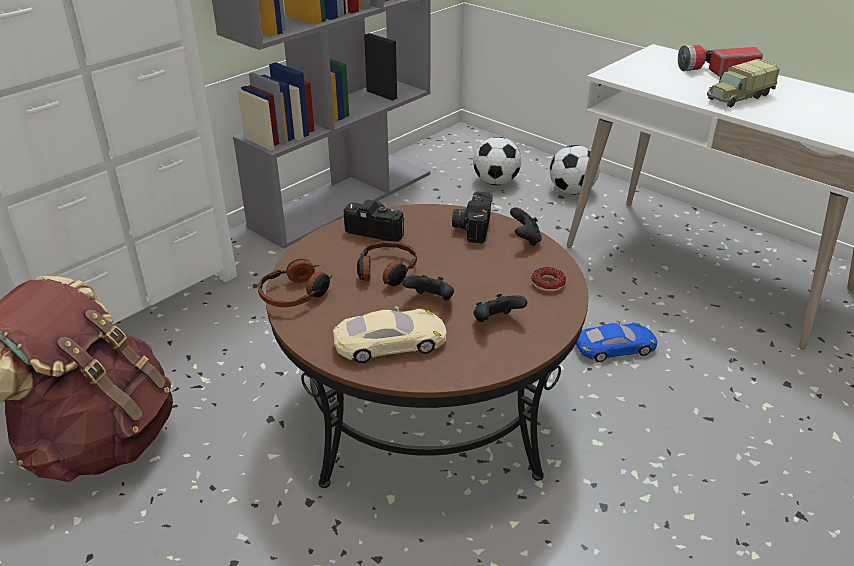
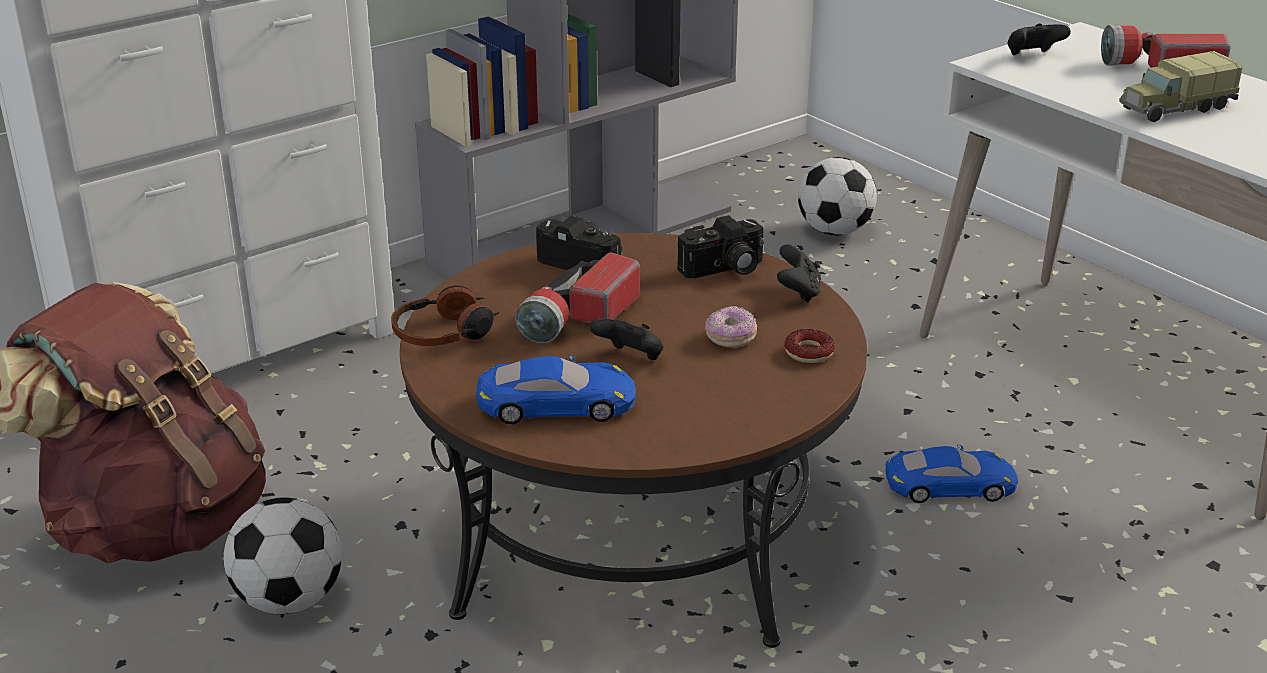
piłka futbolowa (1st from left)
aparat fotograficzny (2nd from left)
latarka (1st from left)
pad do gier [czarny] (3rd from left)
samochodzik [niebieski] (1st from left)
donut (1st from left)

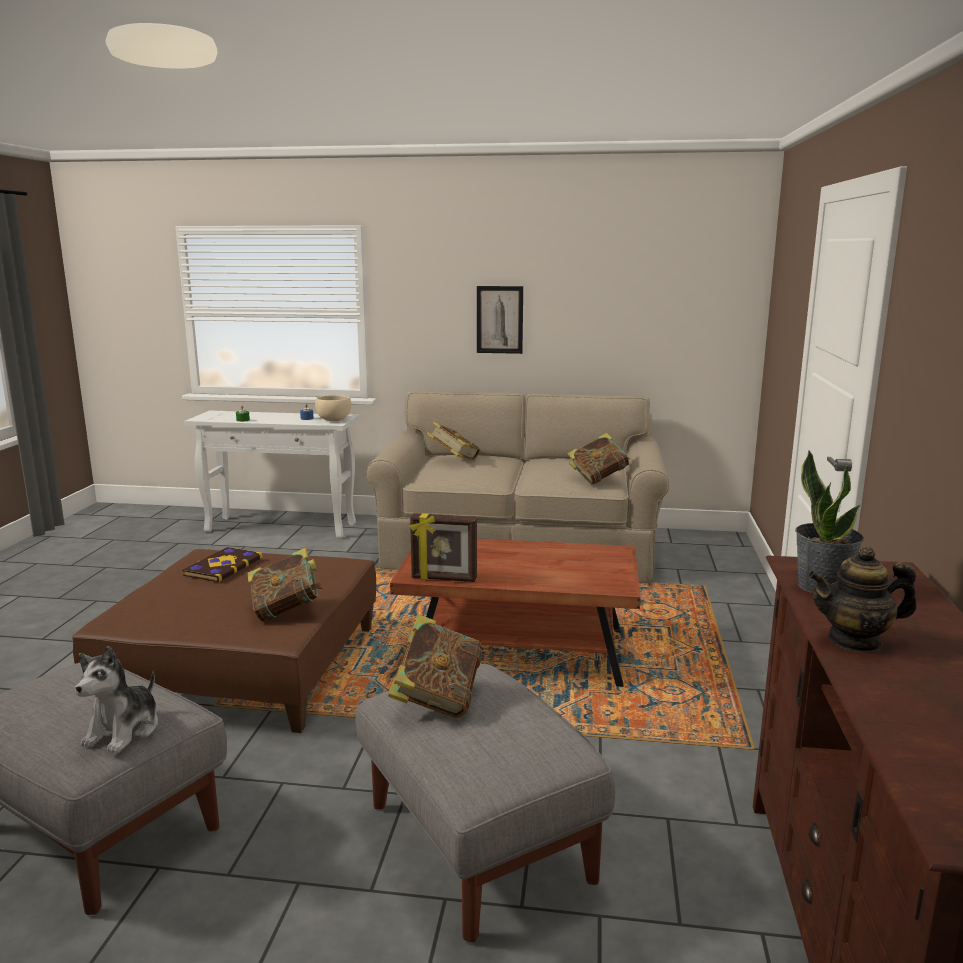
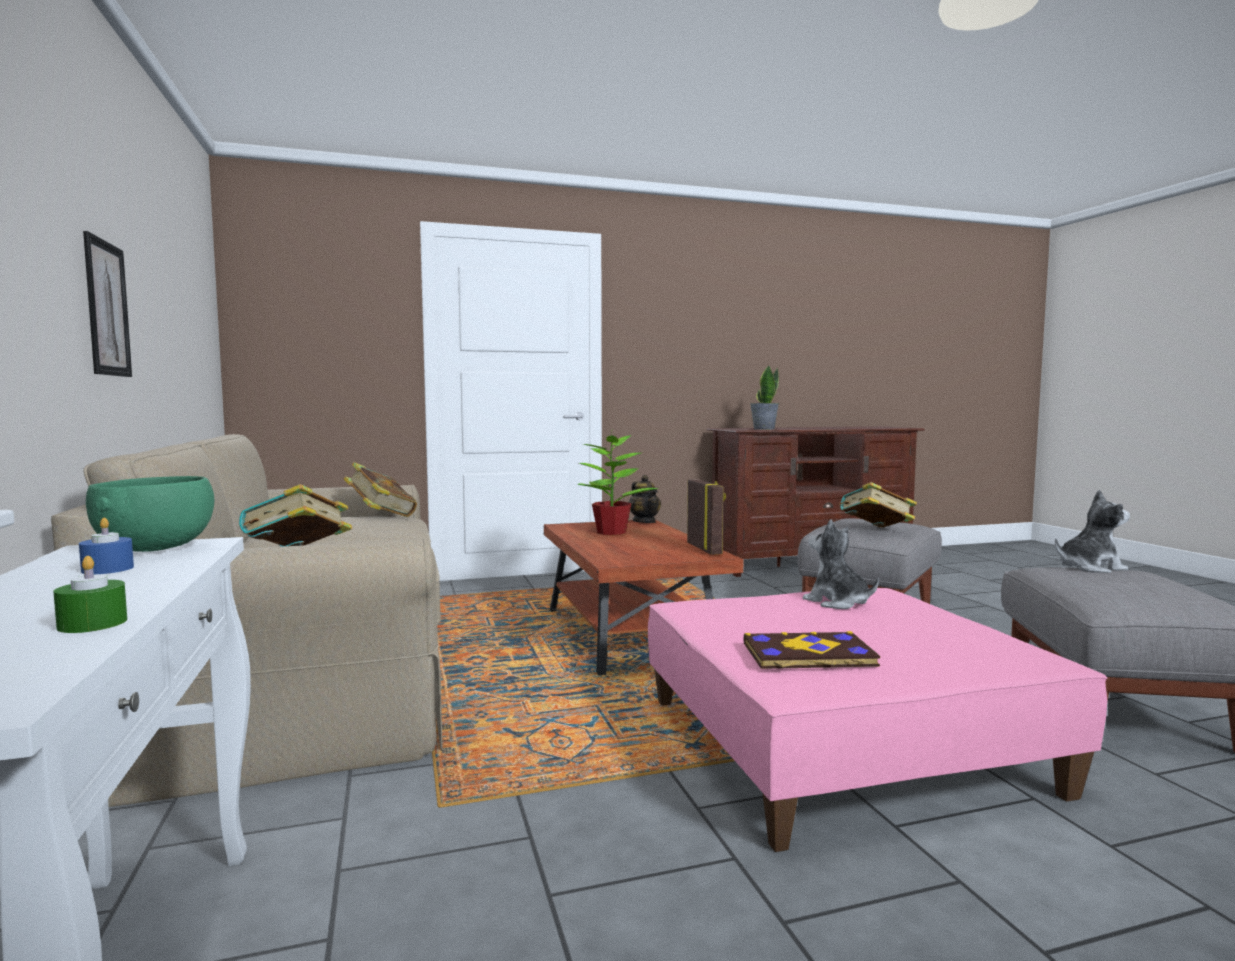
miska [zielony]
imbryk
pluszak (1st from left)
pufa [różowy]
roślina doniczkowa (1st from left)

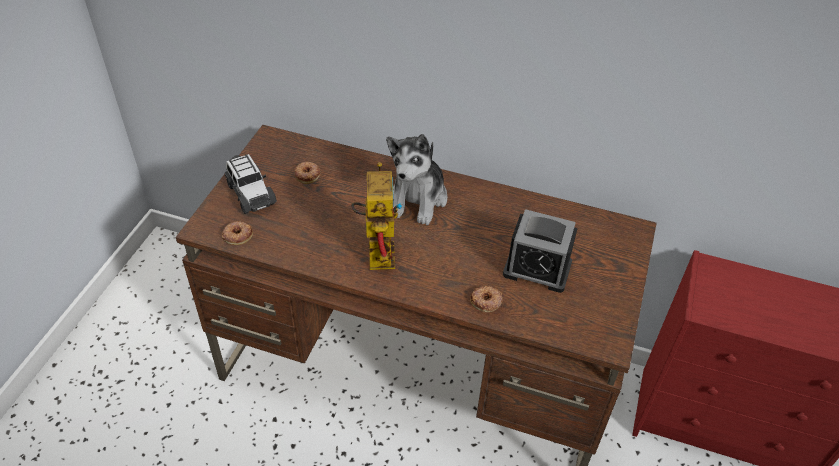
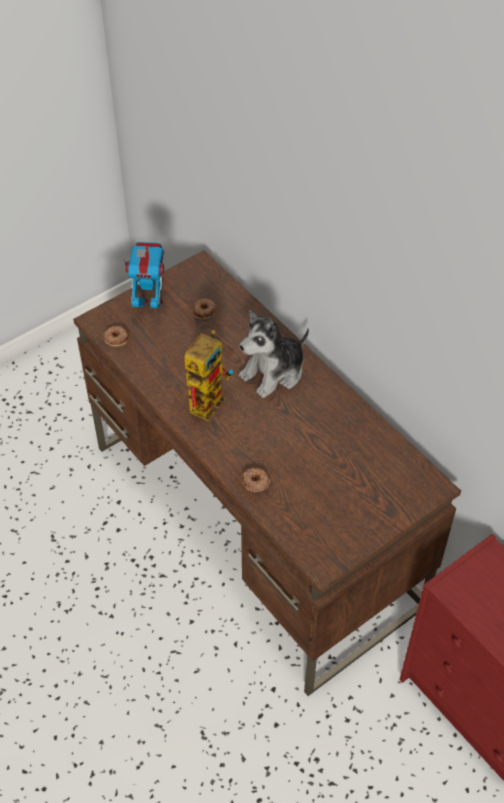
robot zabawkowy (1st from left)
budzik

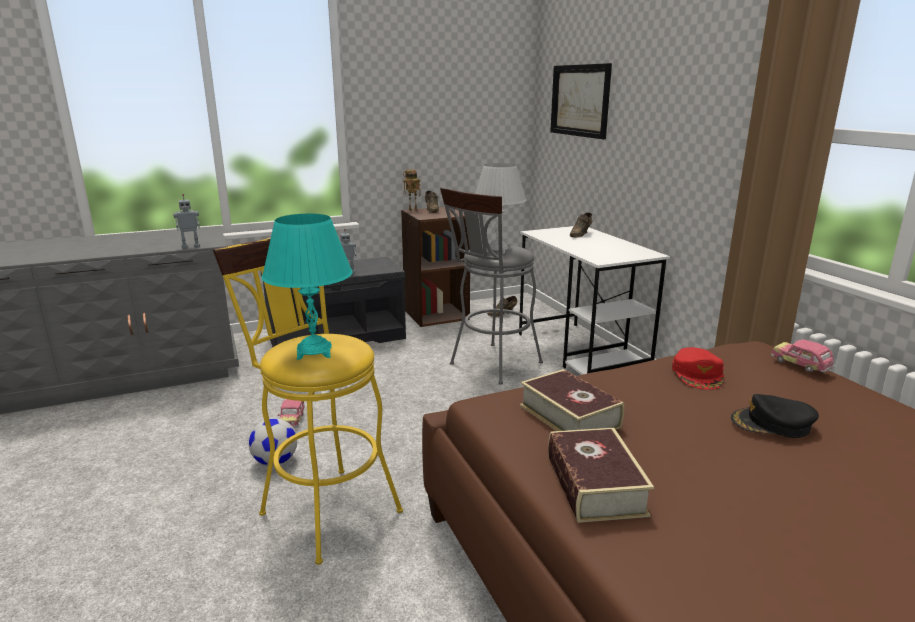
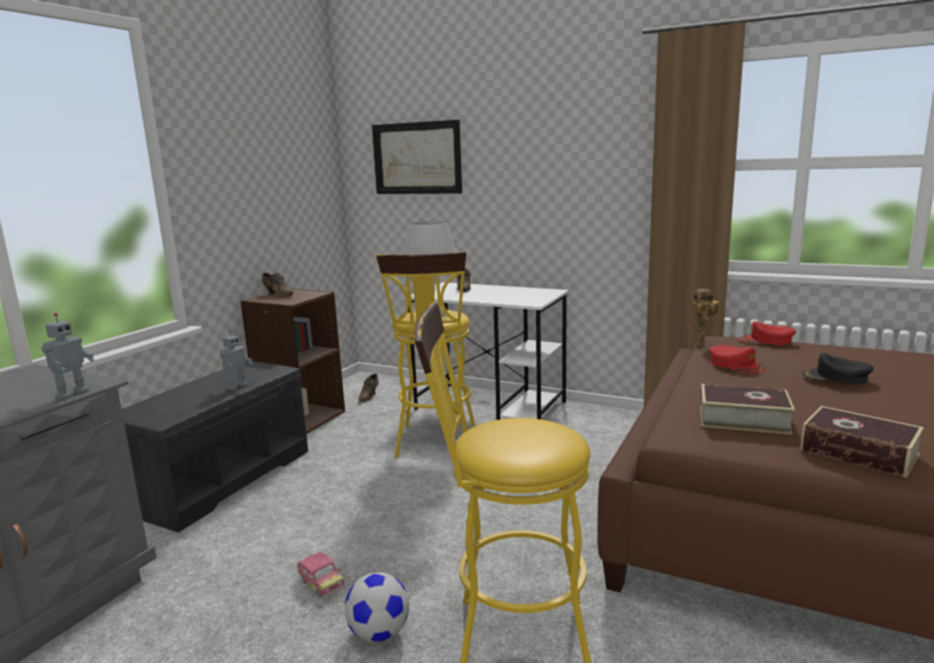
robot zabawkowy (3rd from left)
stołek [żółty] (1st from left)
lampa stołowa [turkusowy]
czapka z daszkiem [czerwony] (2nd from left)
czapka z daszkiem [czarny]

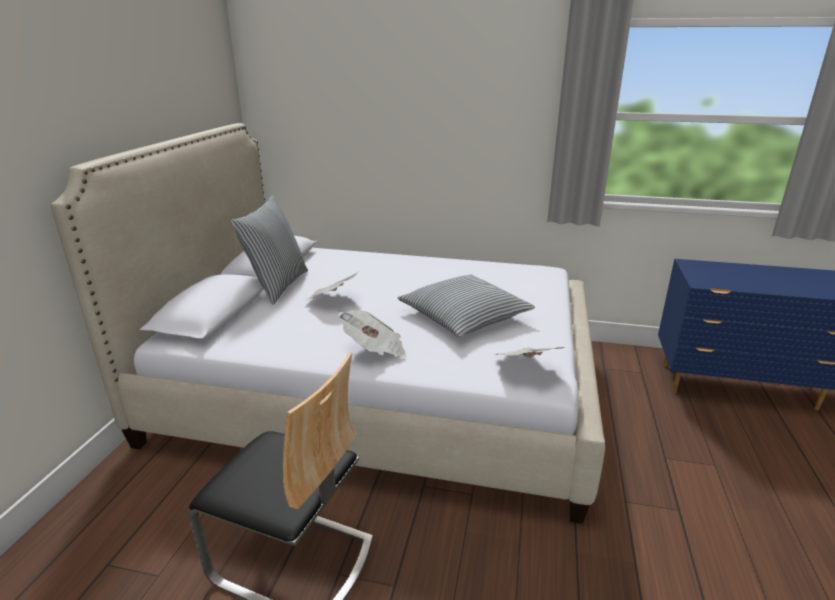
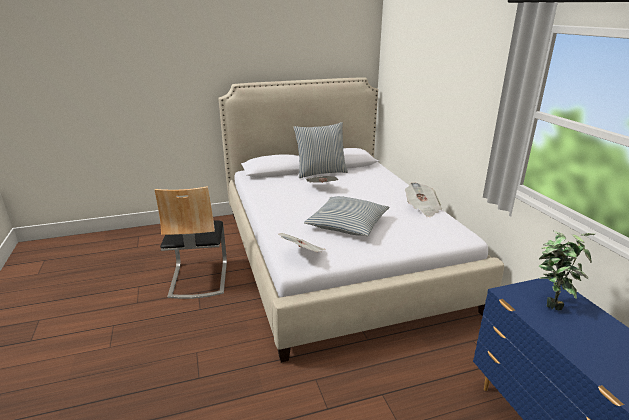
gazeta (3rd from left)
roślina doniczkowa

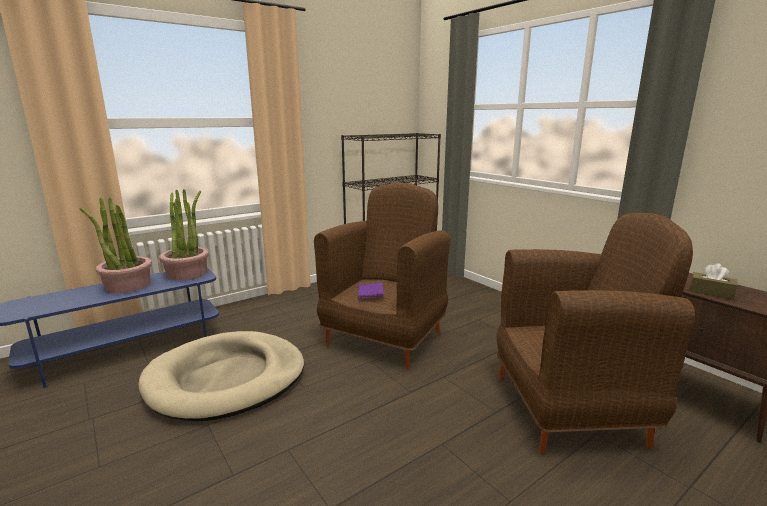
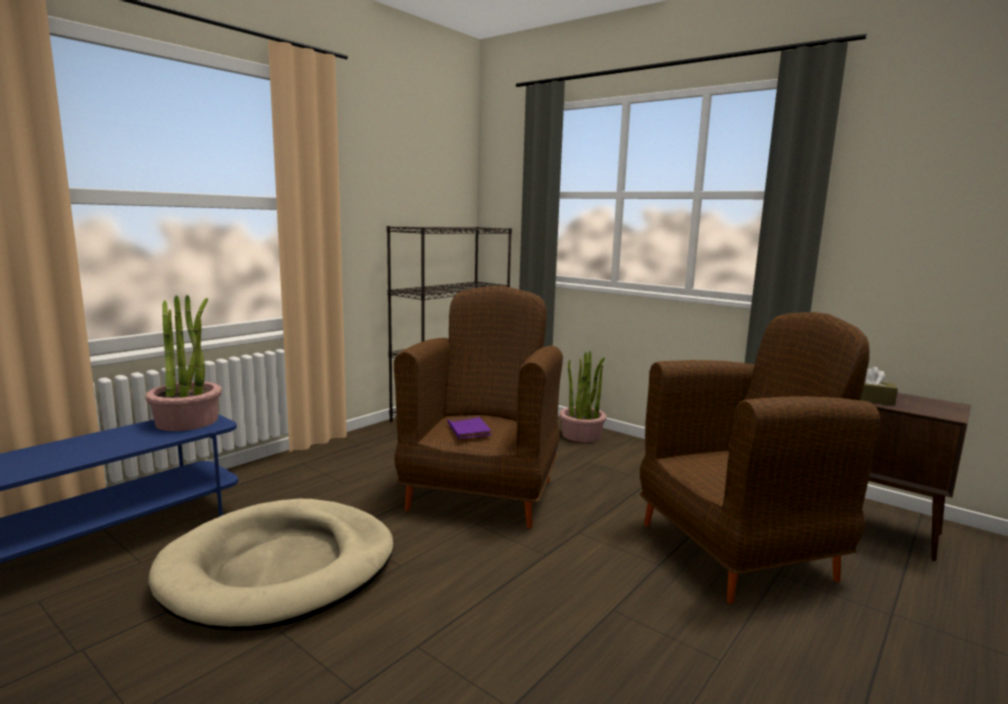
roślina doniczkowa (2nd from left)

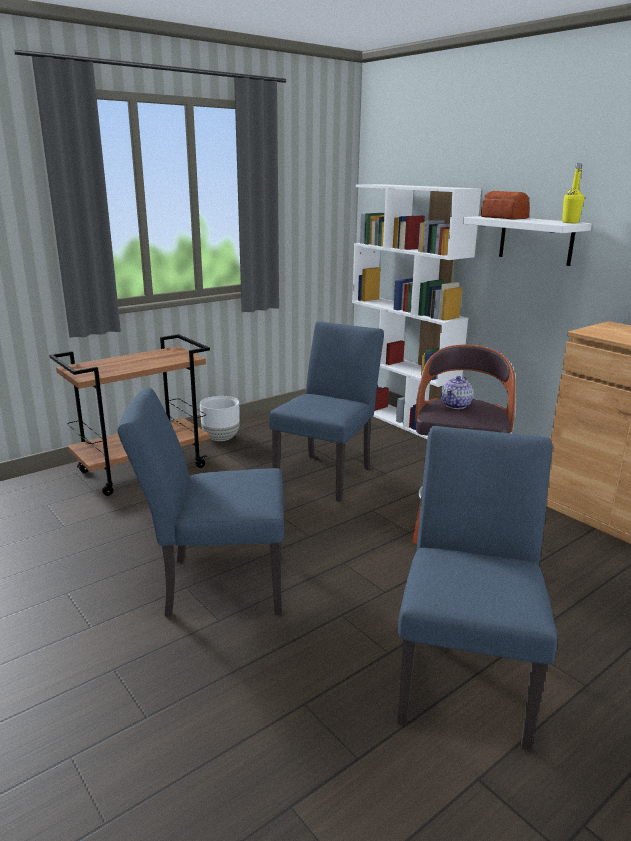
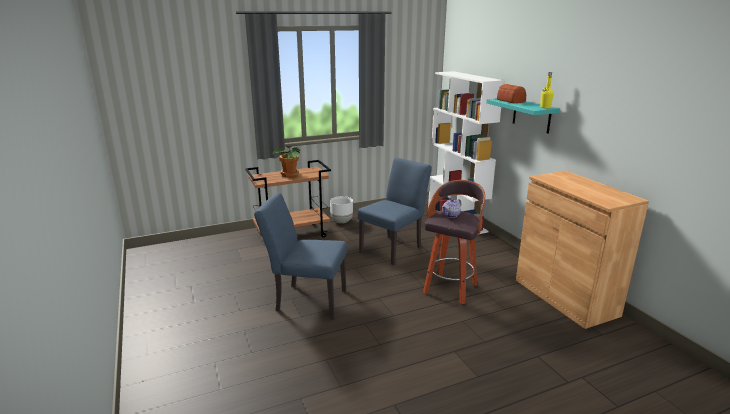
półka [turkusowy]
krzesło [niebieski] (3rd from left in the first image)
roślina doniczkowa

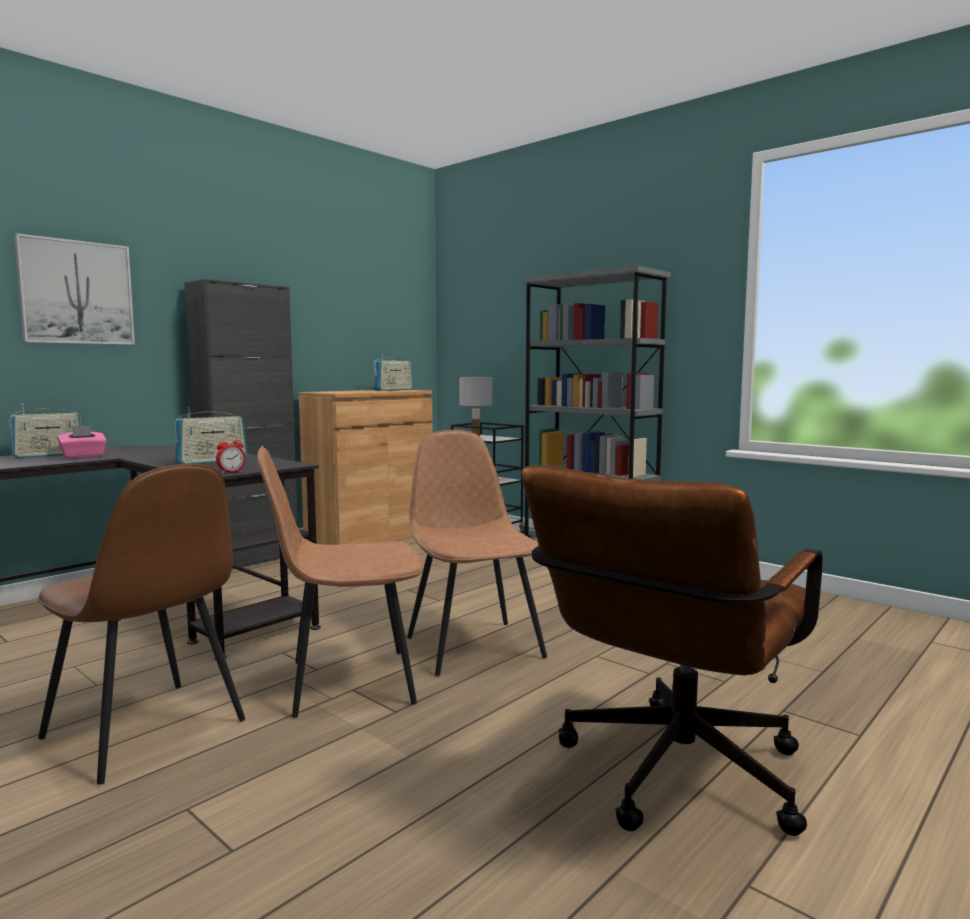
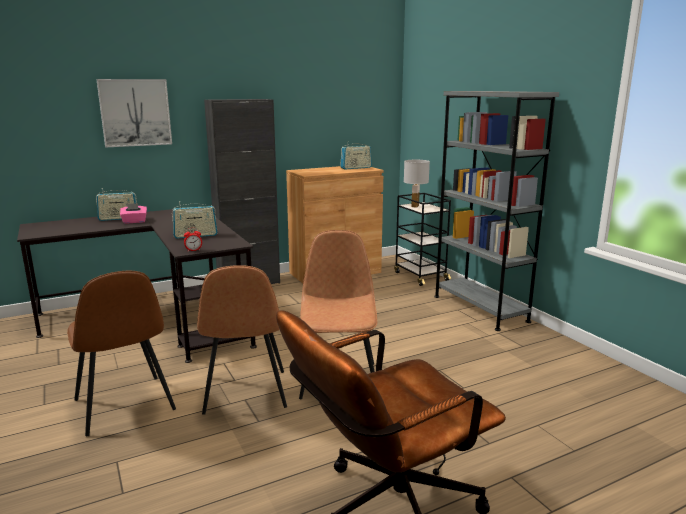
krzesło [brązowy] (2nd from left)

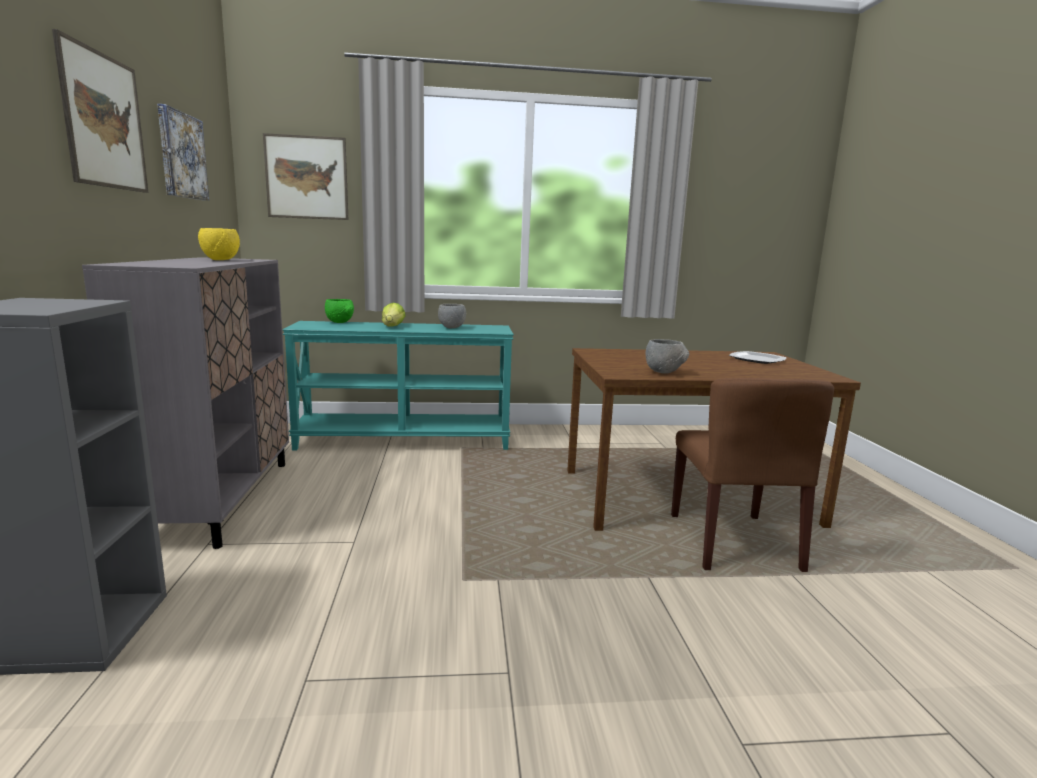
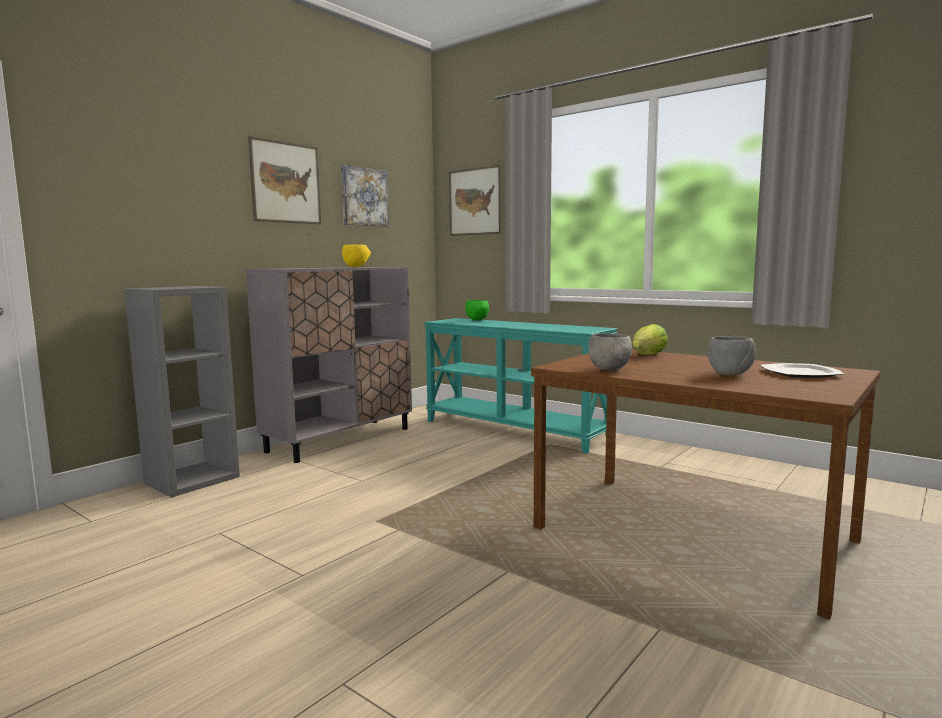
sałata
miska [szary] (2nd from left)
krzesło [brązowy]

